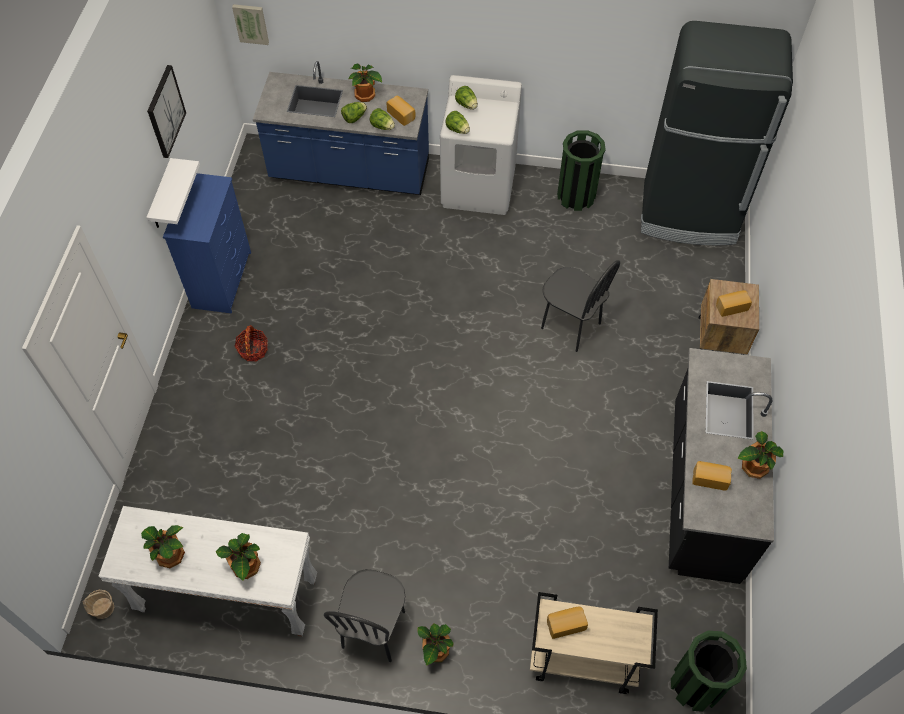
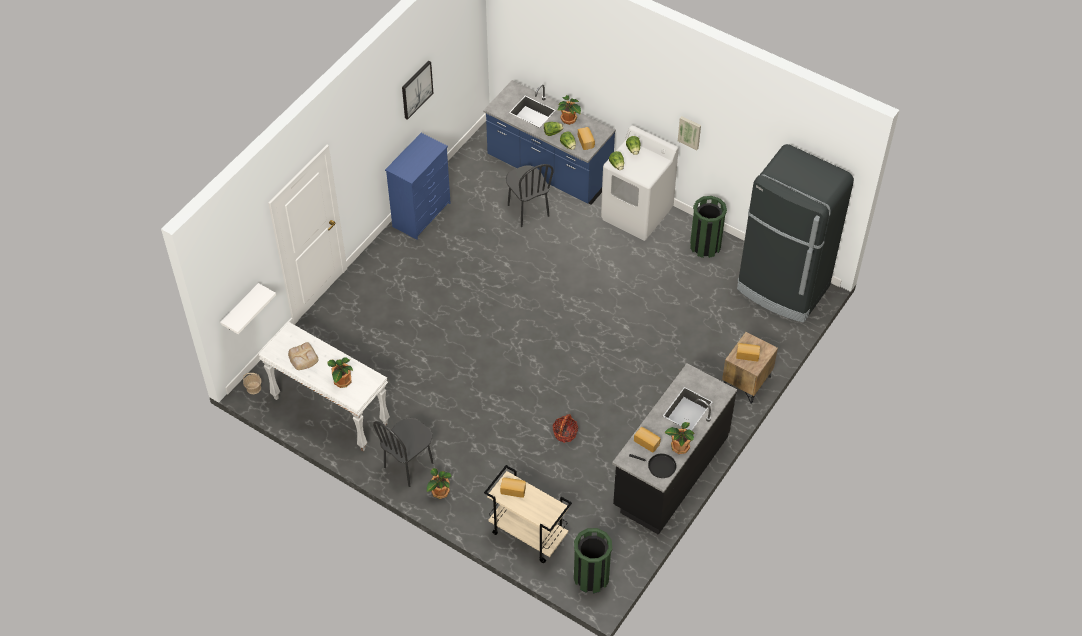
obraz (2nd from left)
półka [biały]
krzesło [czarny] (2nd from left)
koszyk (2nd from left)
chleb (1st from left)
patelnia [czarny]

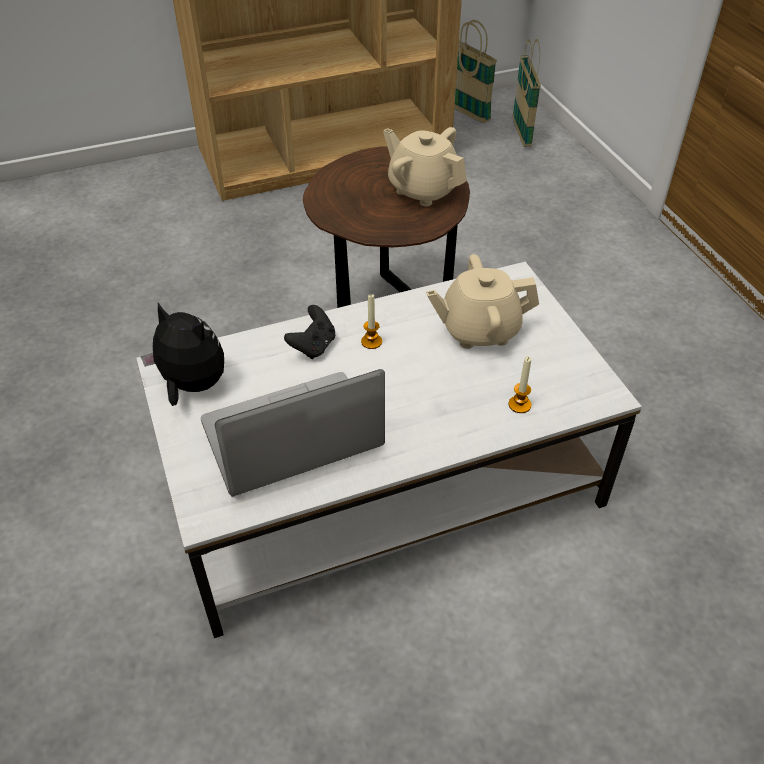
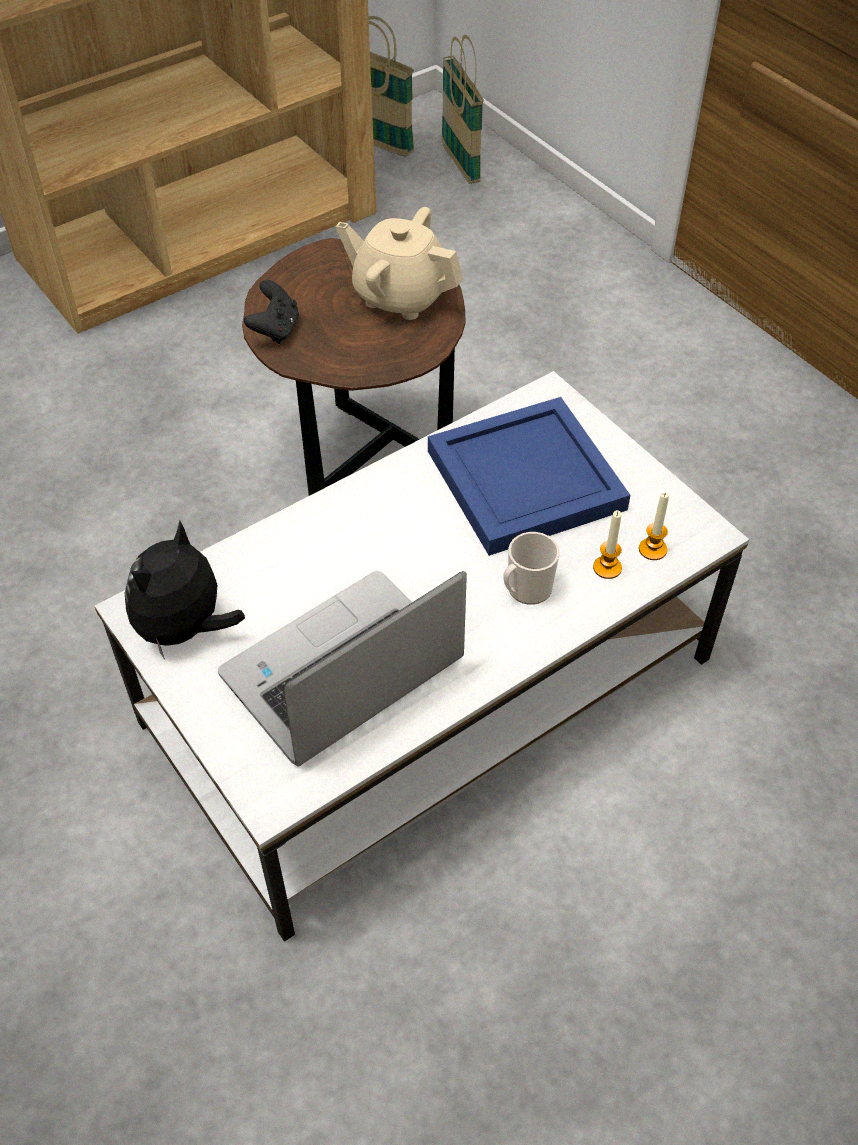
taca [niebieski]
świeca (2nd from left)
pluszak
pad do gier [czarny]
kubek

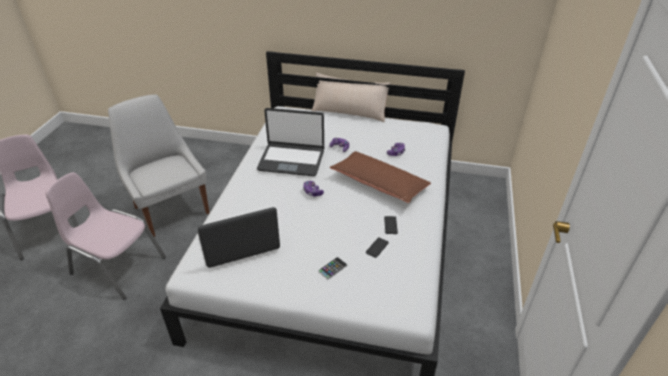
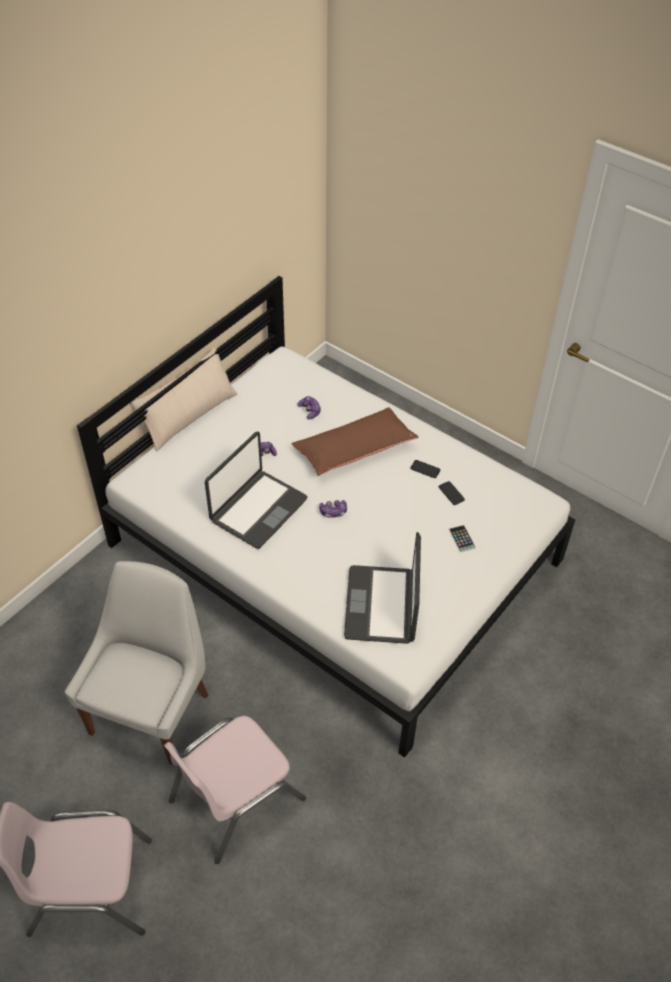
krzesło [biały]

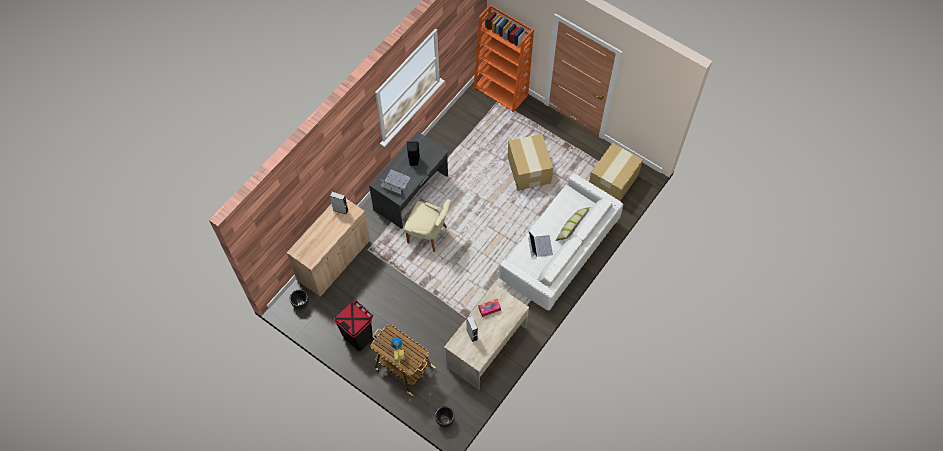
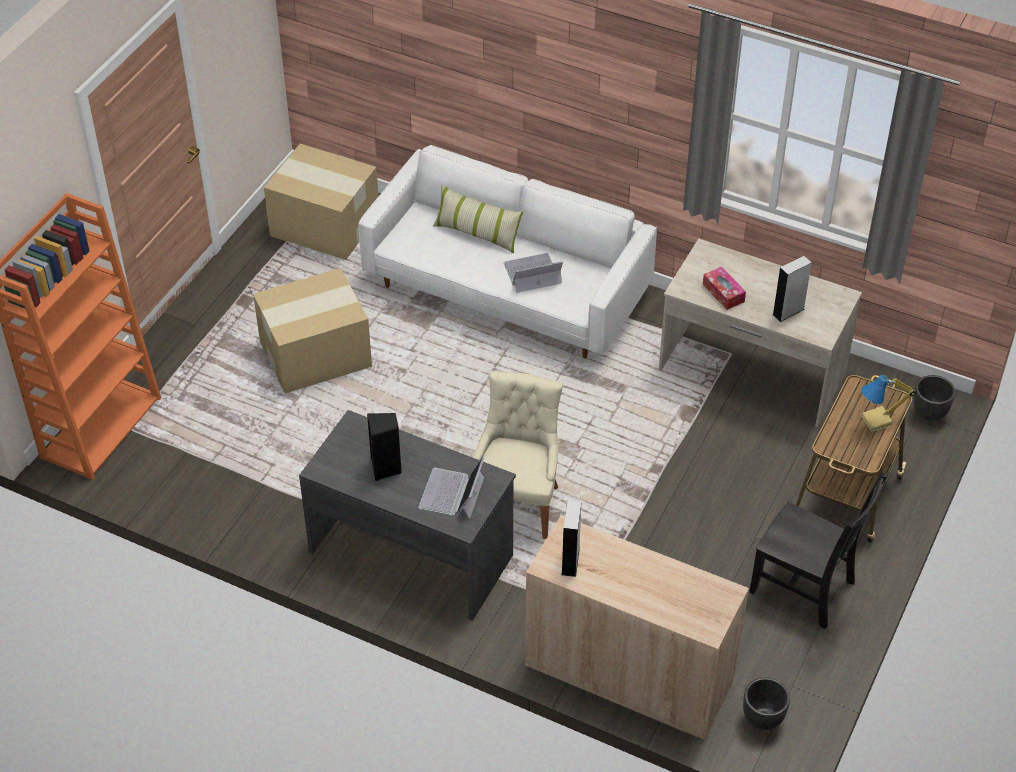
krzesło [czarny]

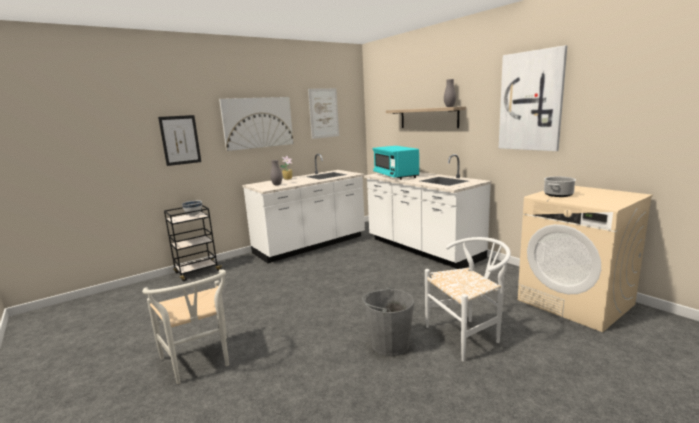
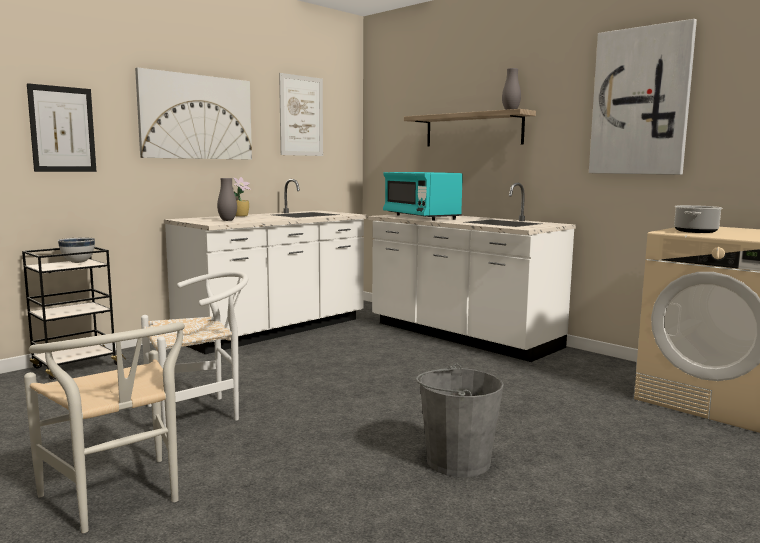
krzesło [biały] (2nd from left)

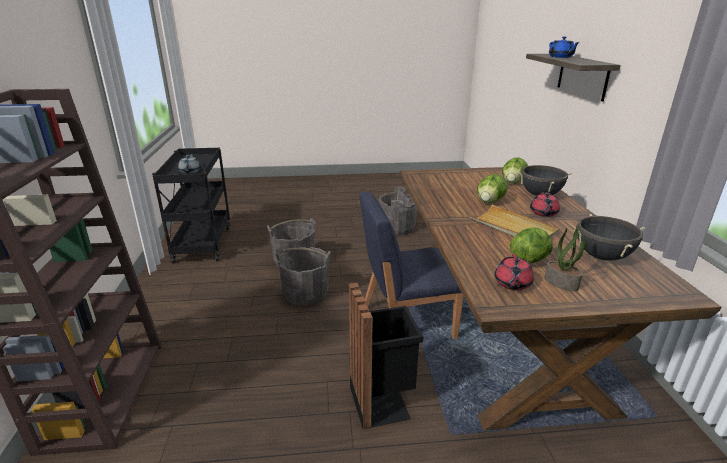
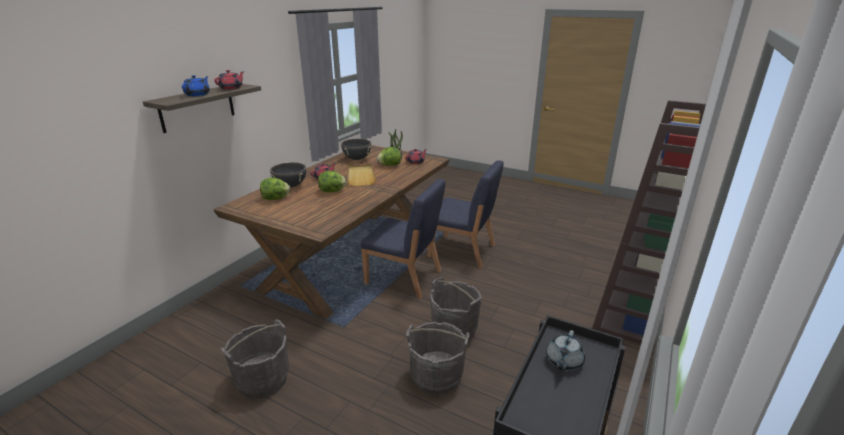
krzesło [niebieski] (2nd from left)
imbryk [czerwony] (1st from left)

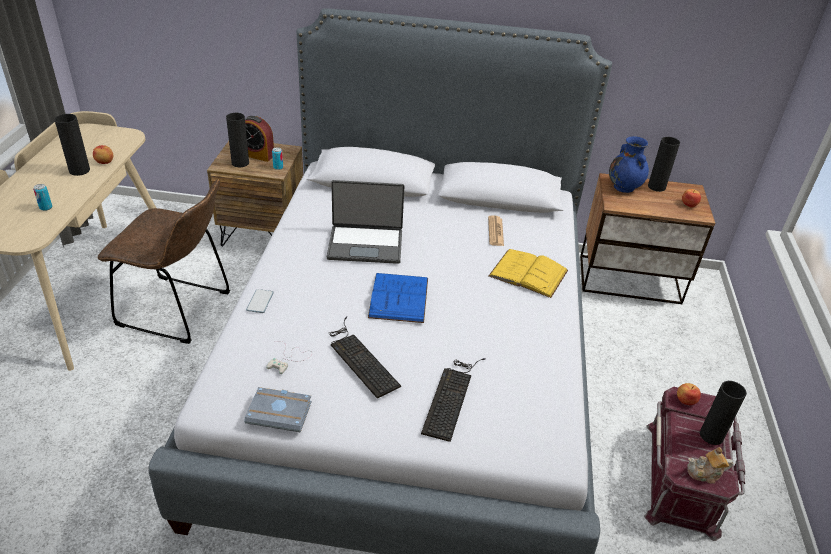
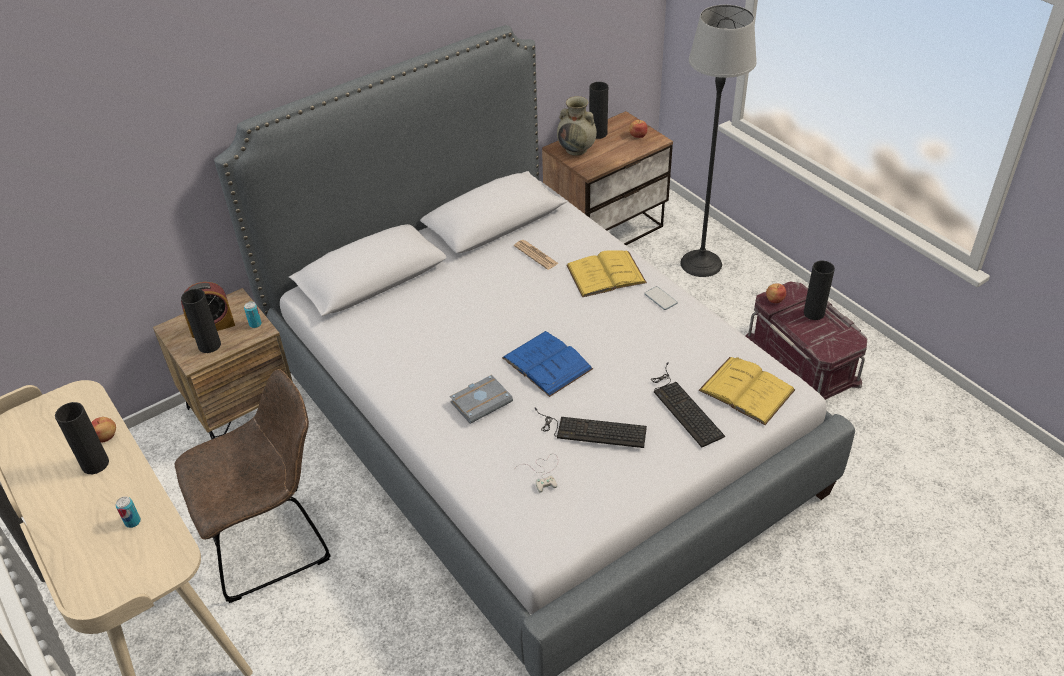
wazon [beżowy]
laptop
telefon
książka [szary]
imbryk
lampa stojąca
książka [żółty] (2nd from left)

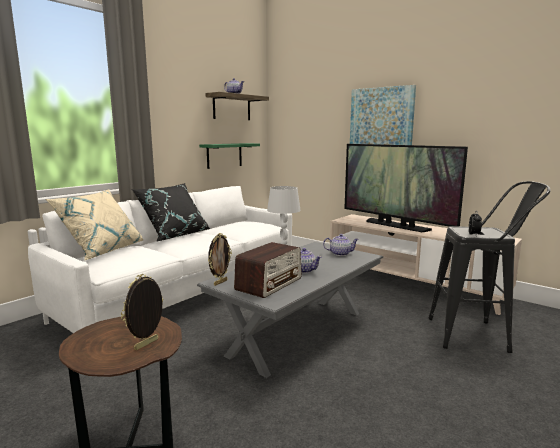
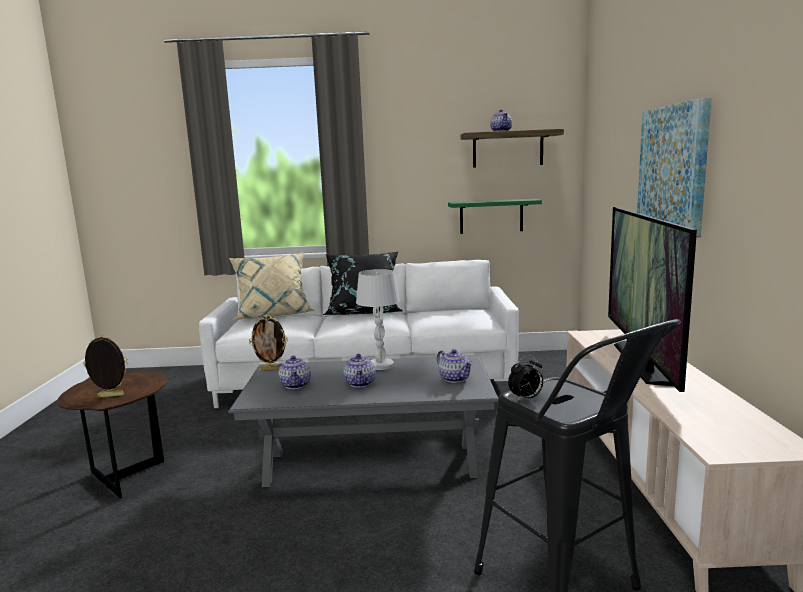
imbryk (1st from left)

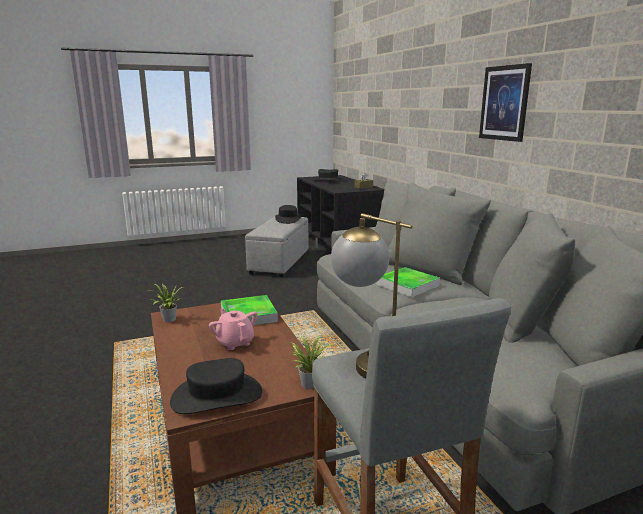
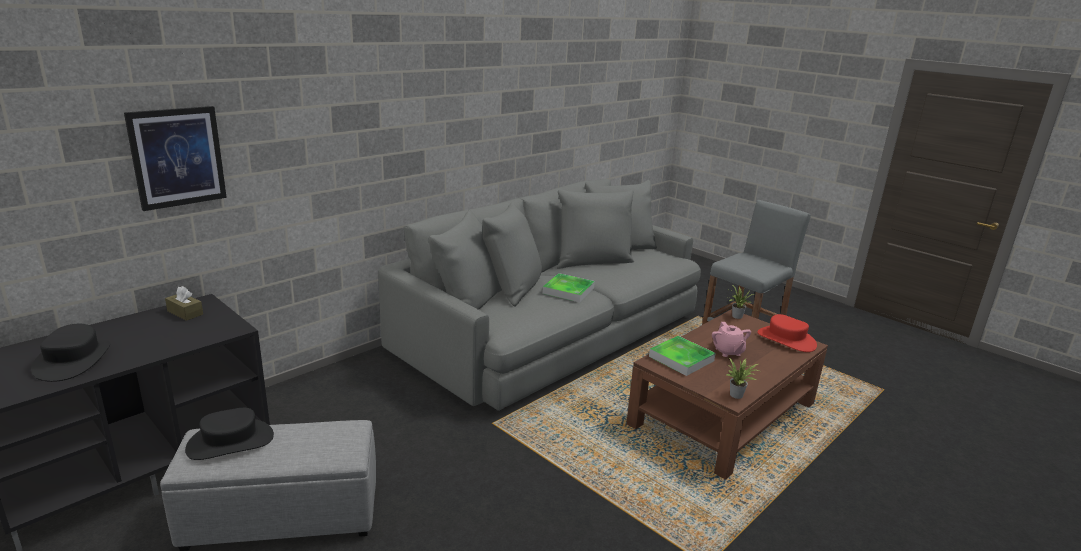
obraz
lampa stołowa
imbryk [różowy]
kapelusz [czerwony]

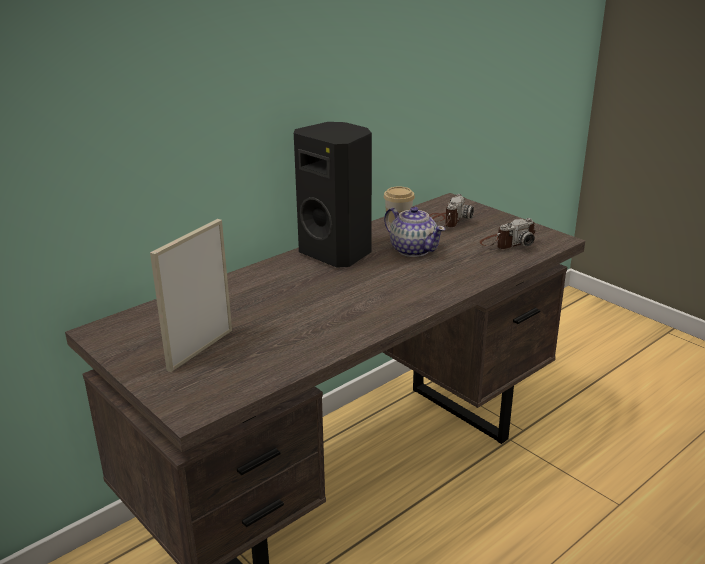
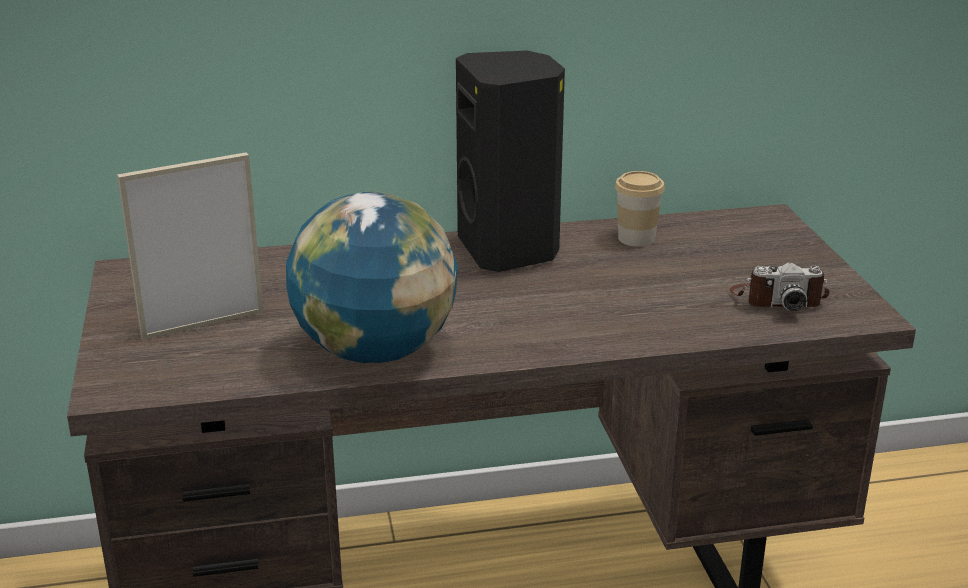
aparat fotograficzny (1st from left in the first image)
imbryk
globus

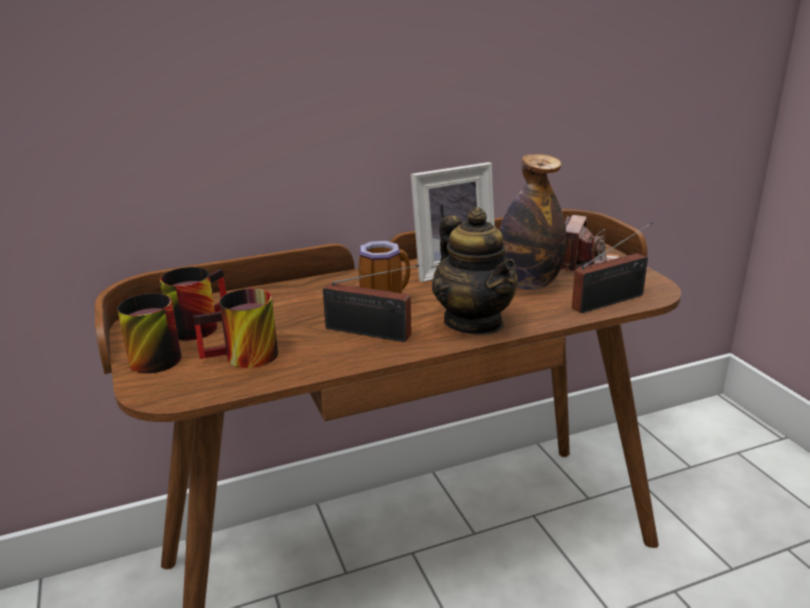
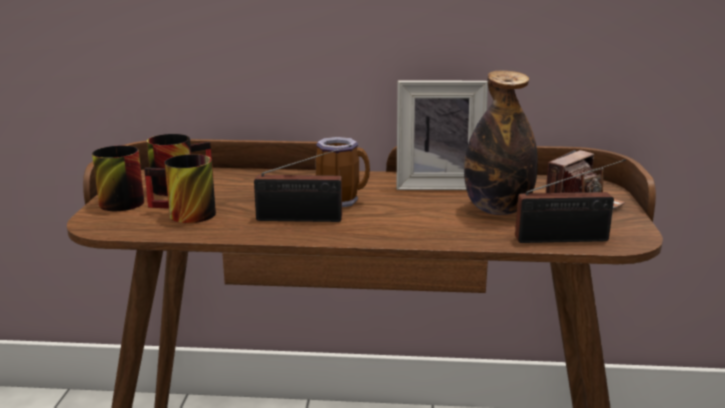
imbryk
radio (1st from left)

